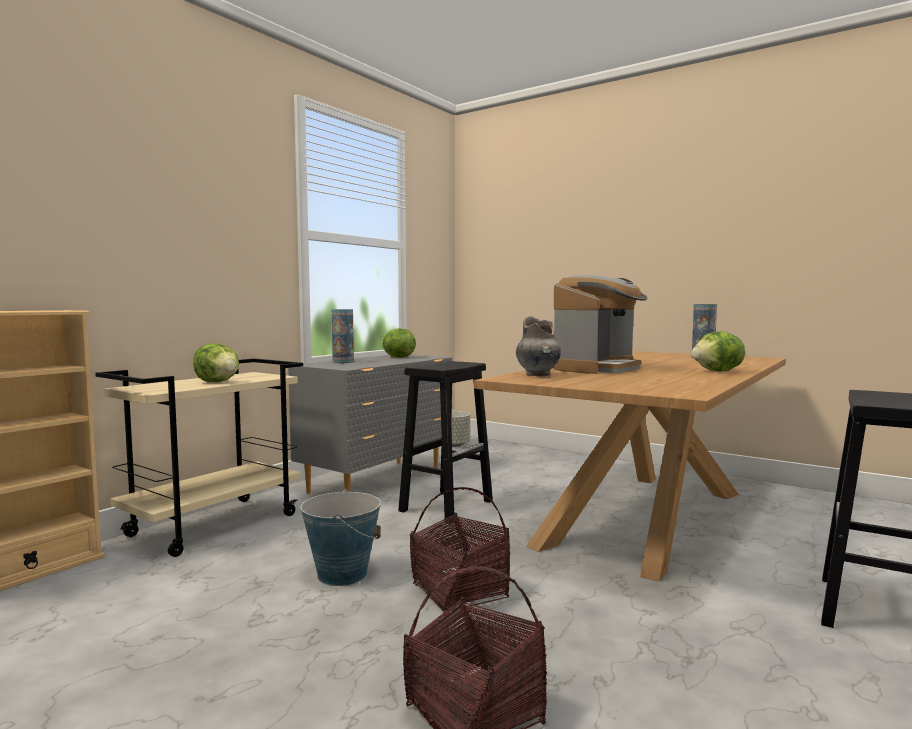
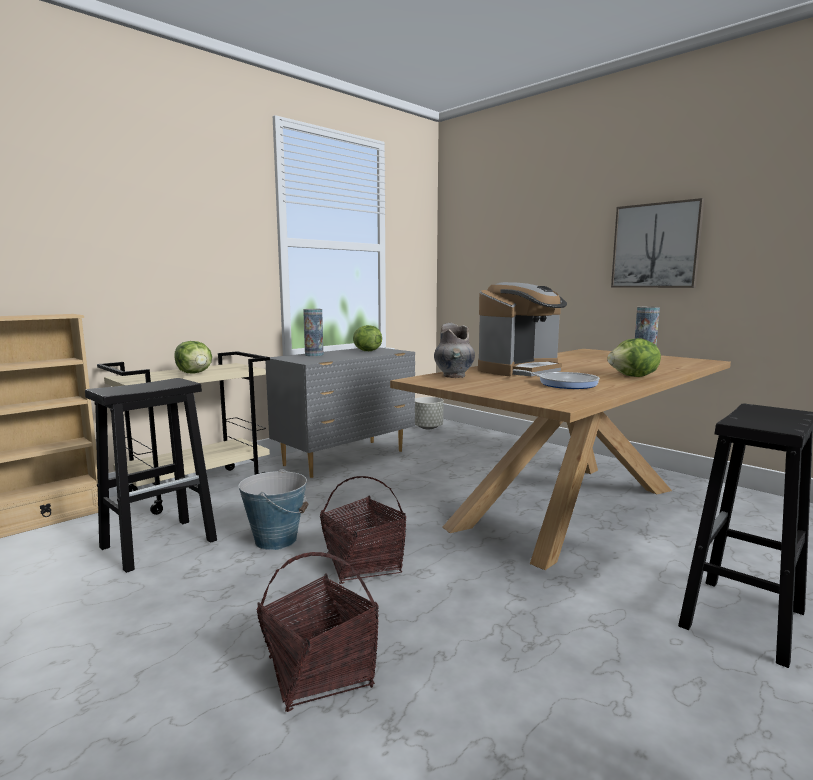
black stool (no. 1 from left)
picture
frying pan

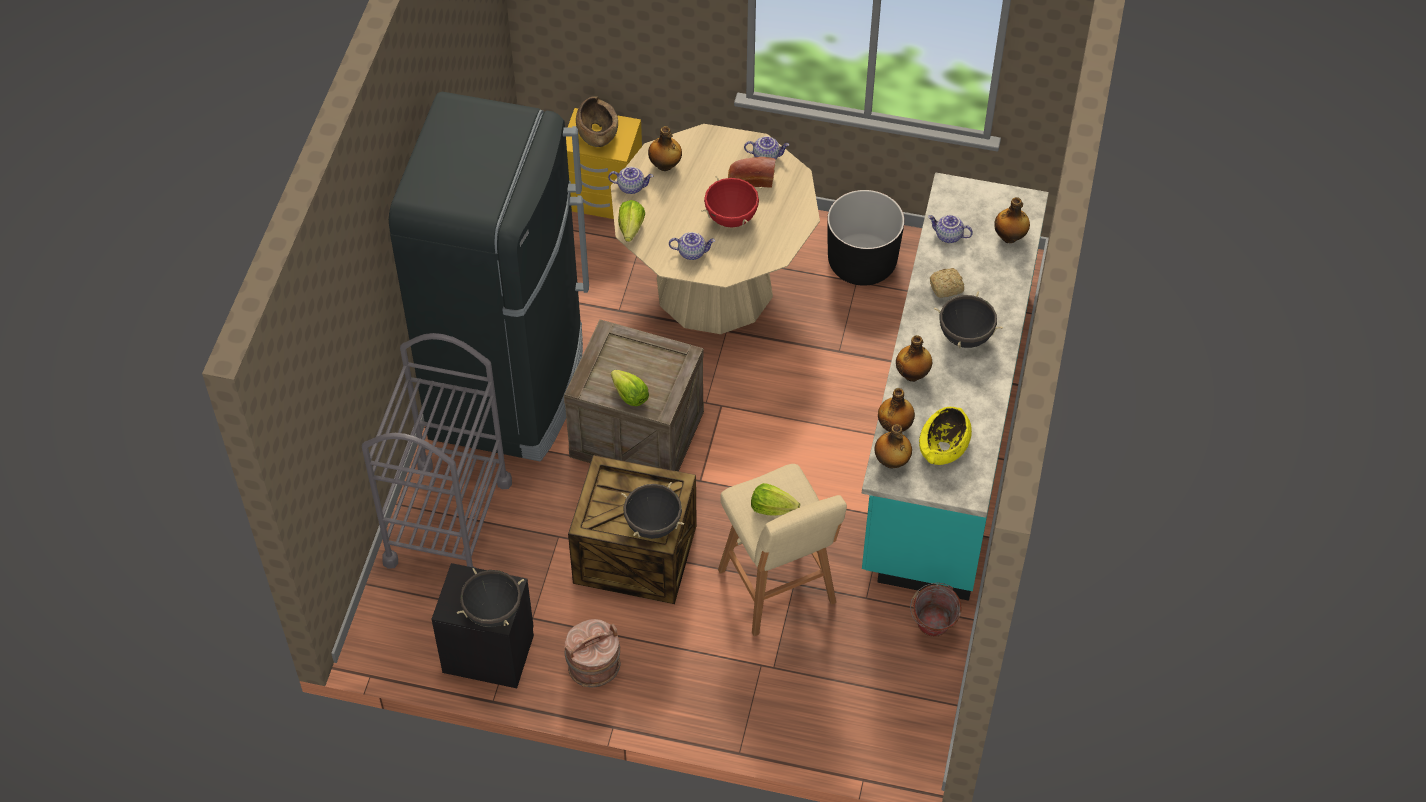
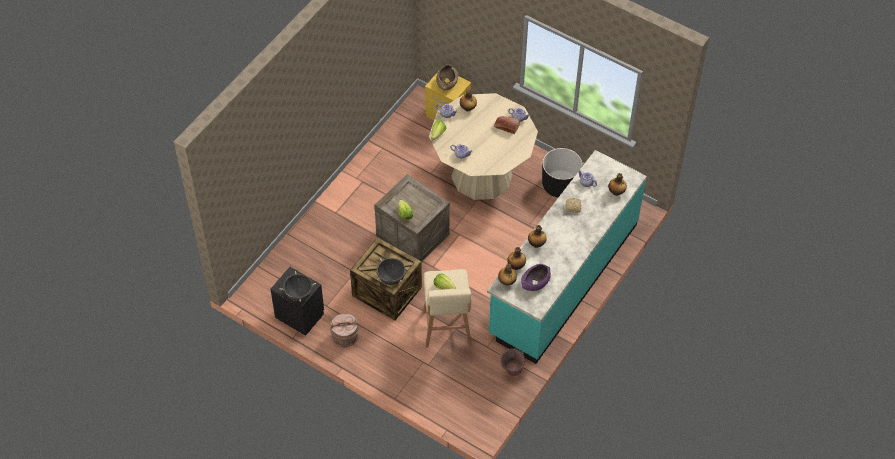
black fridge
red cooking pot
black cooking pot (no. 3 from left in the first image)
grey cart
purple bowl

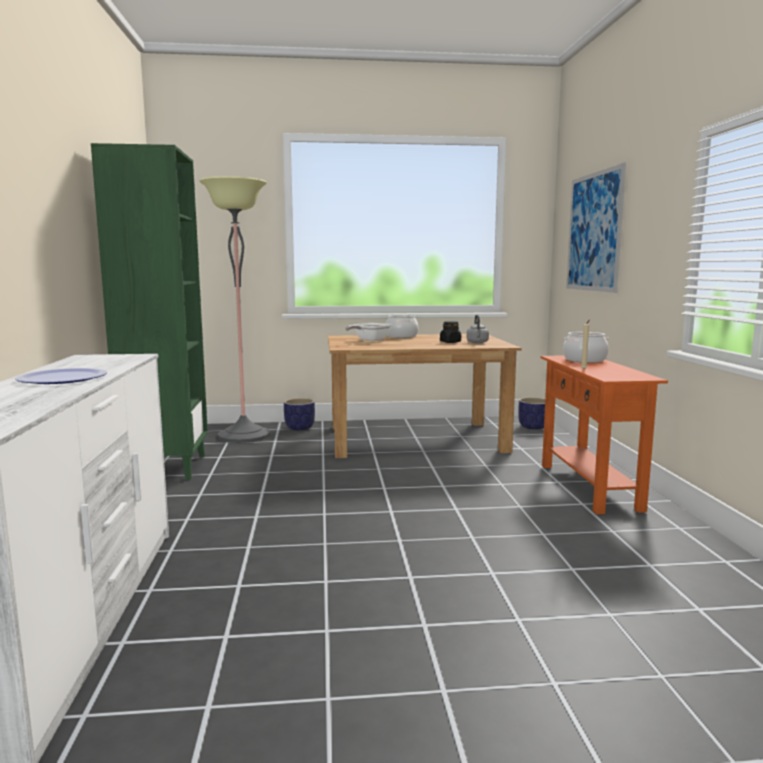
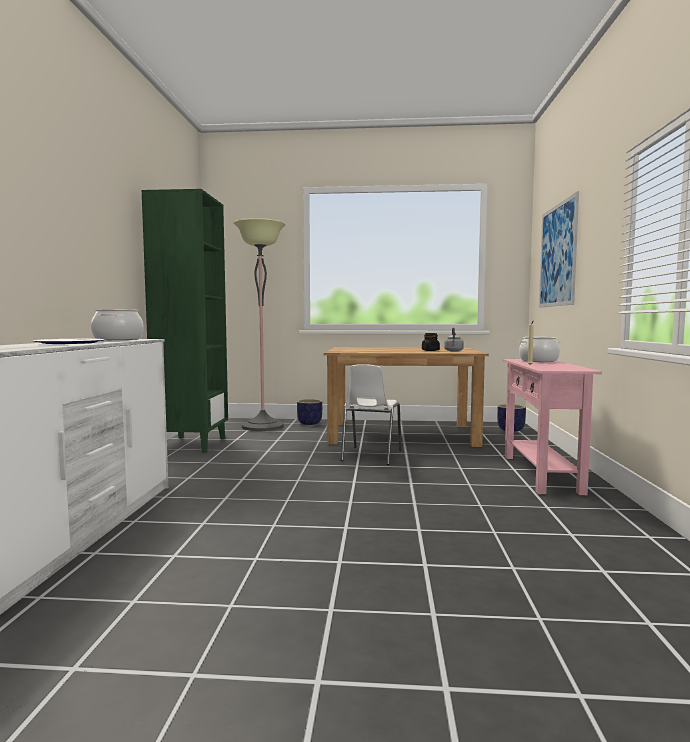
cooking pot (no. 1 from left)
frying pan
pink console table
white chair

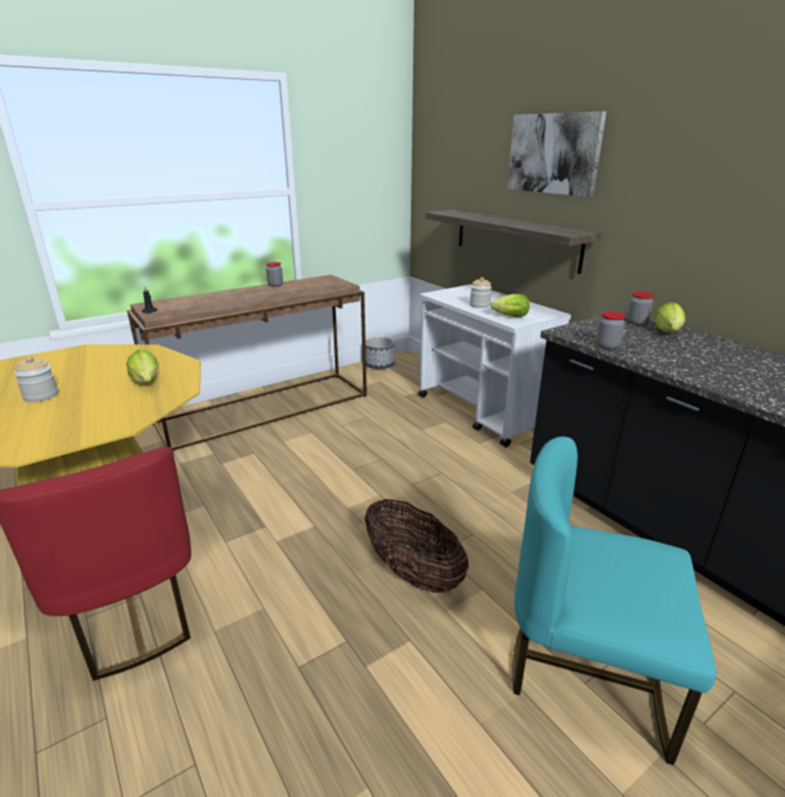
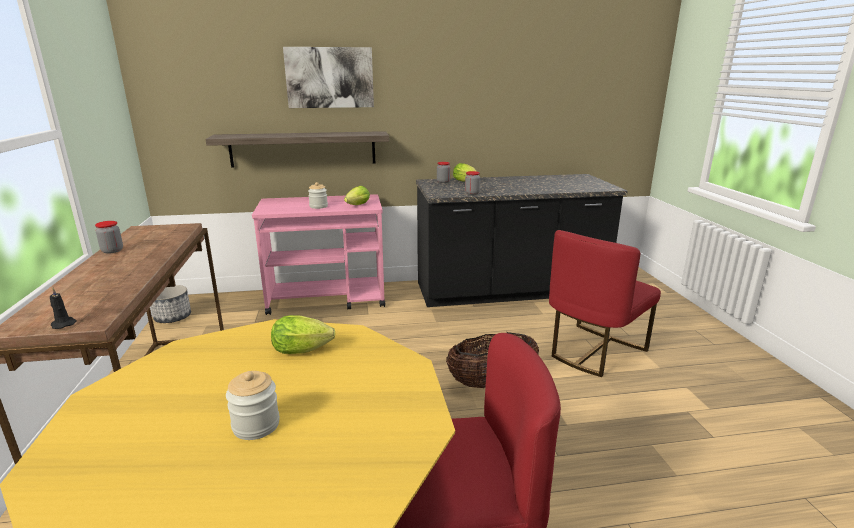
pink cart
red chair (no. 2 from left)

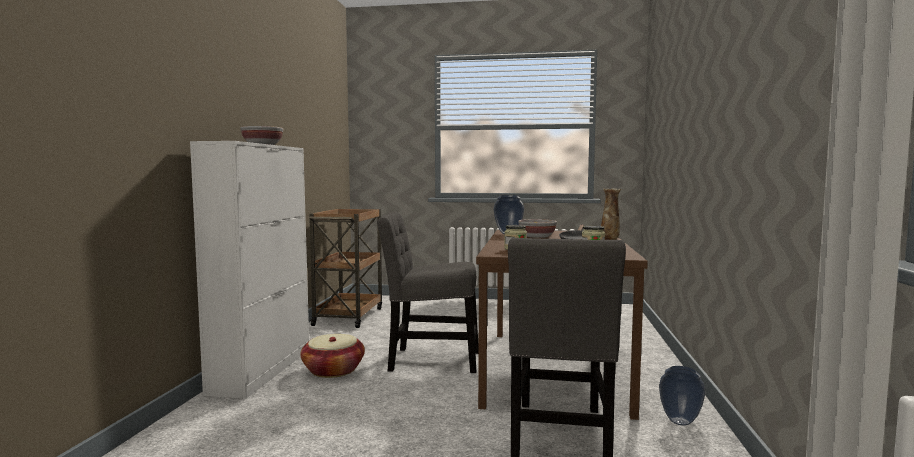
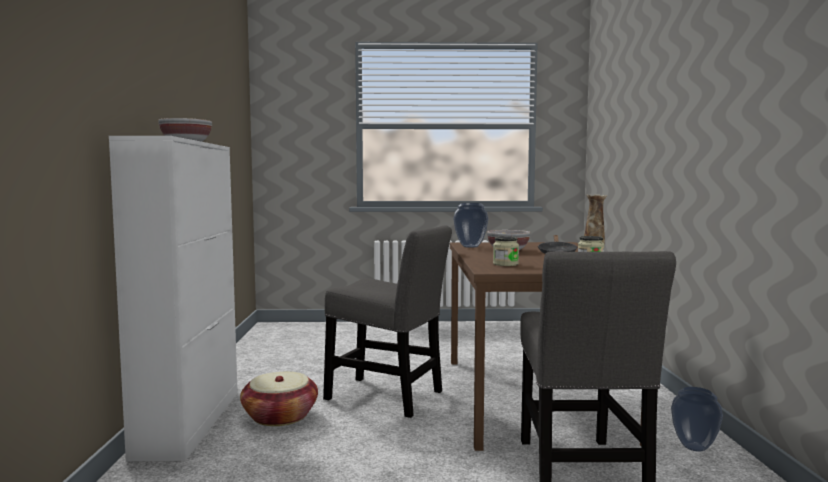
brown cart
grey chair (no. 1 from left)

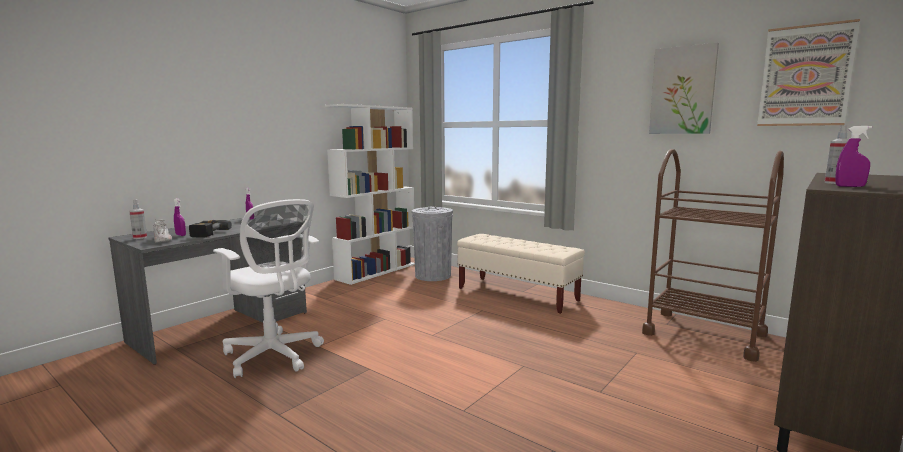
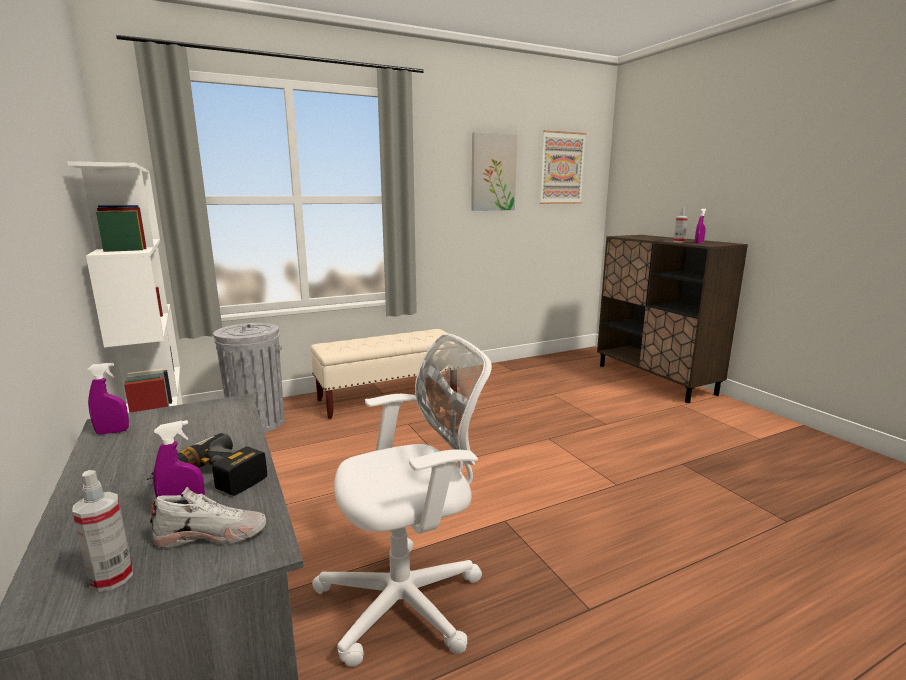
brown cart

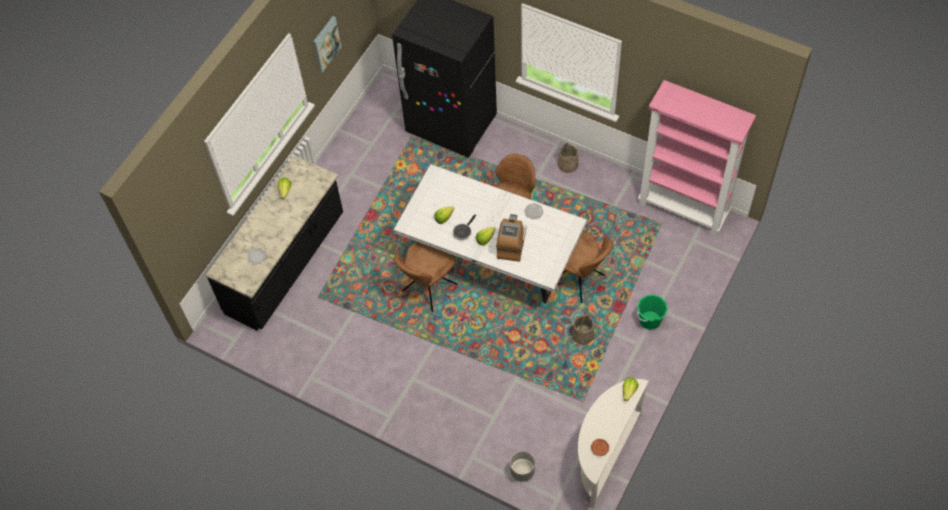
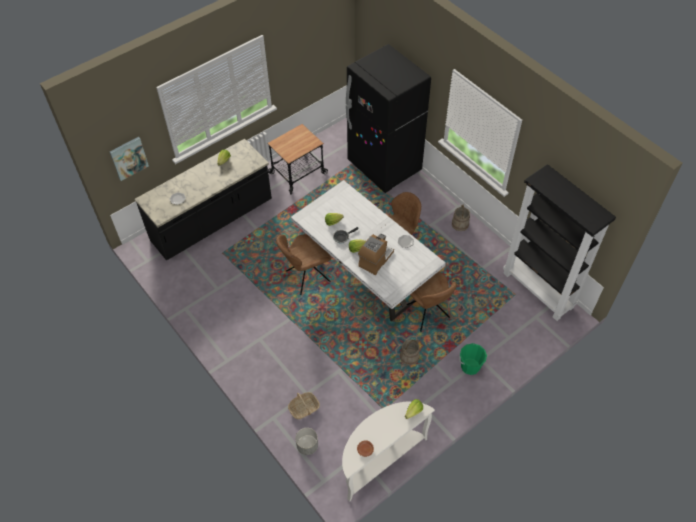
picture
black bookcase
cart
basket

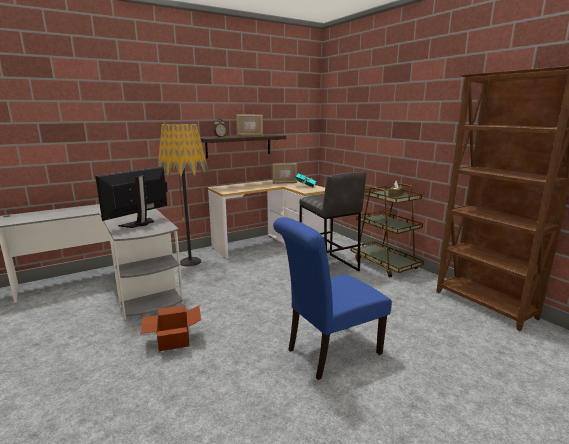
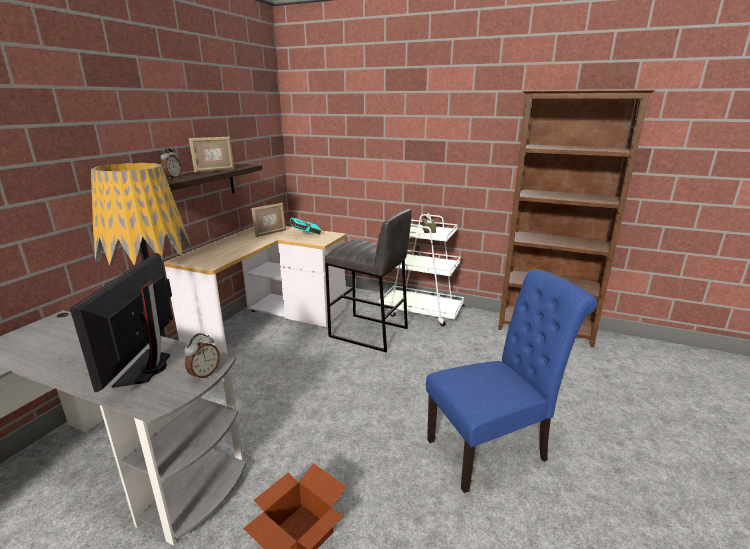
white cart
blue chair
alarm clock (no. 2 from left)

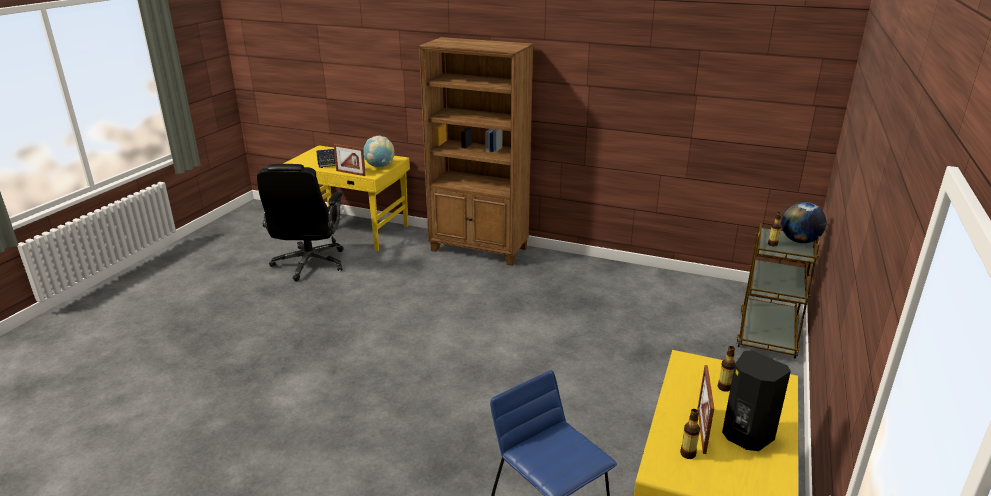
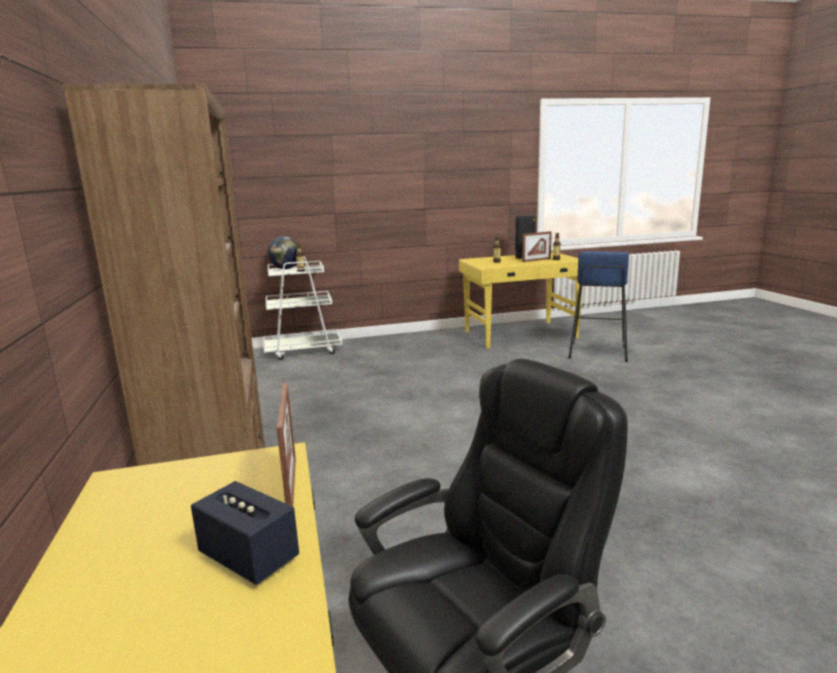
globe (no. 1 from left in the first image)
white cart

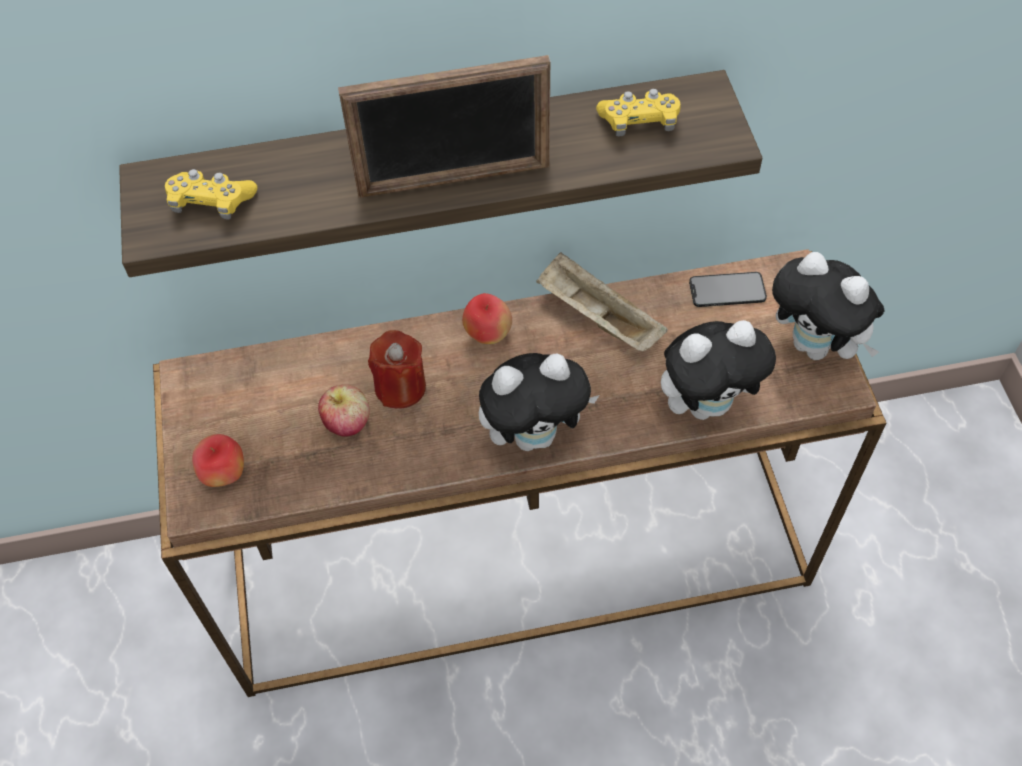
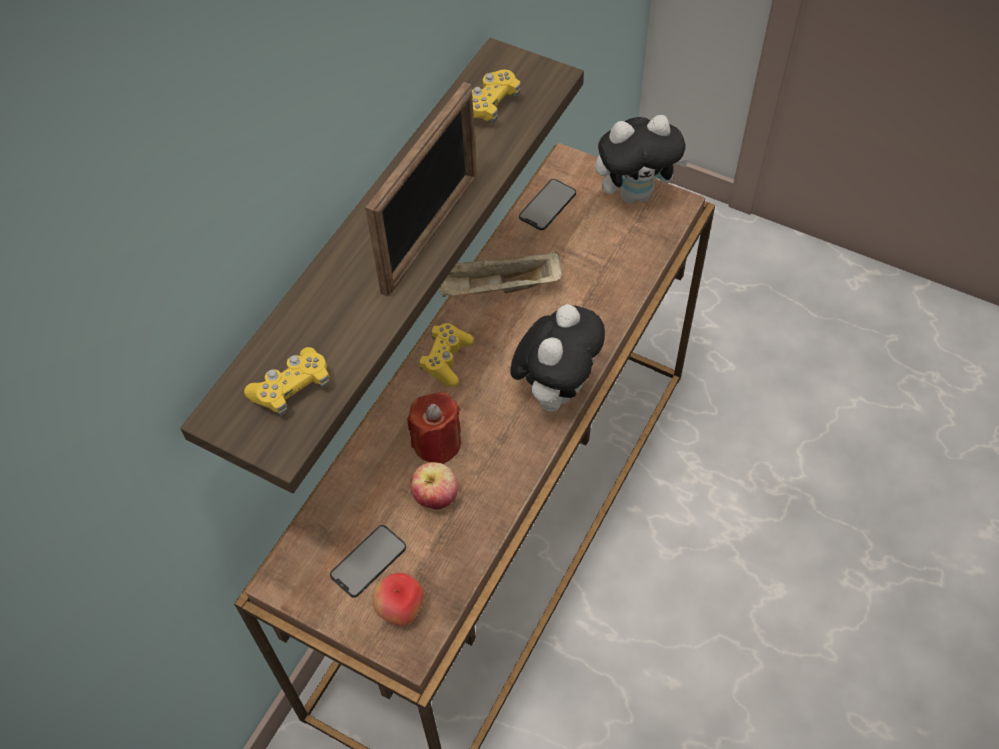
yellow game controller (no. 2 from left)
plush toy (no. 2 from left in the first image)
phone (no. 1 from left)

